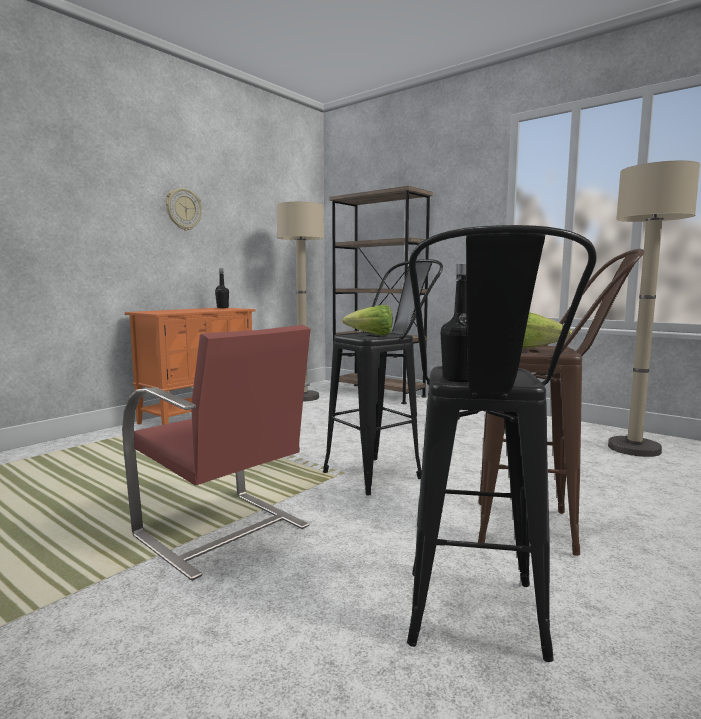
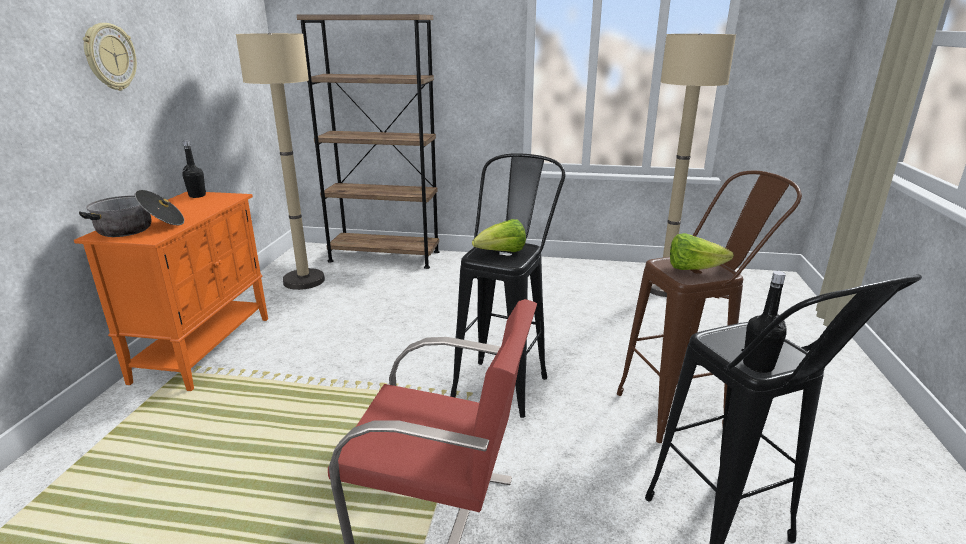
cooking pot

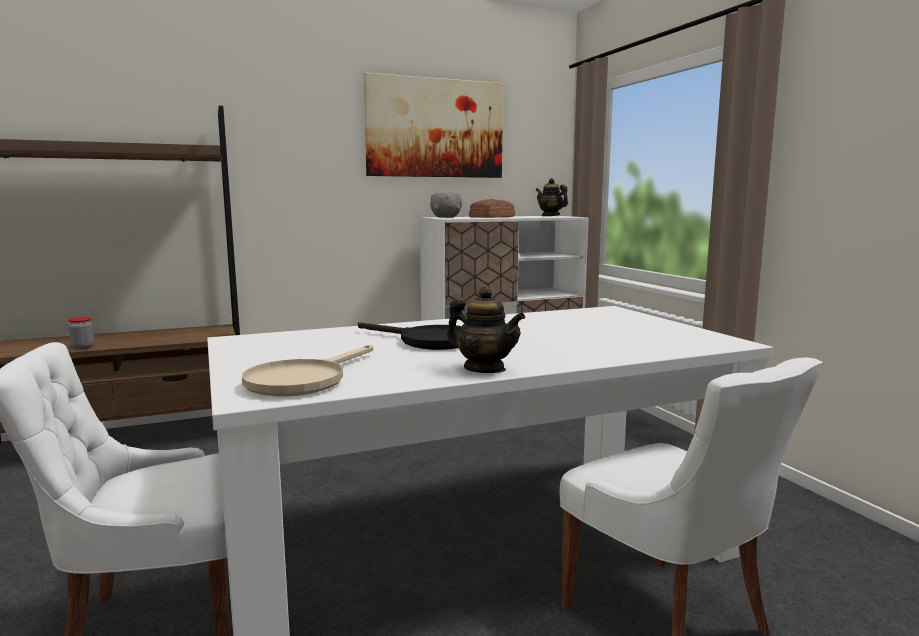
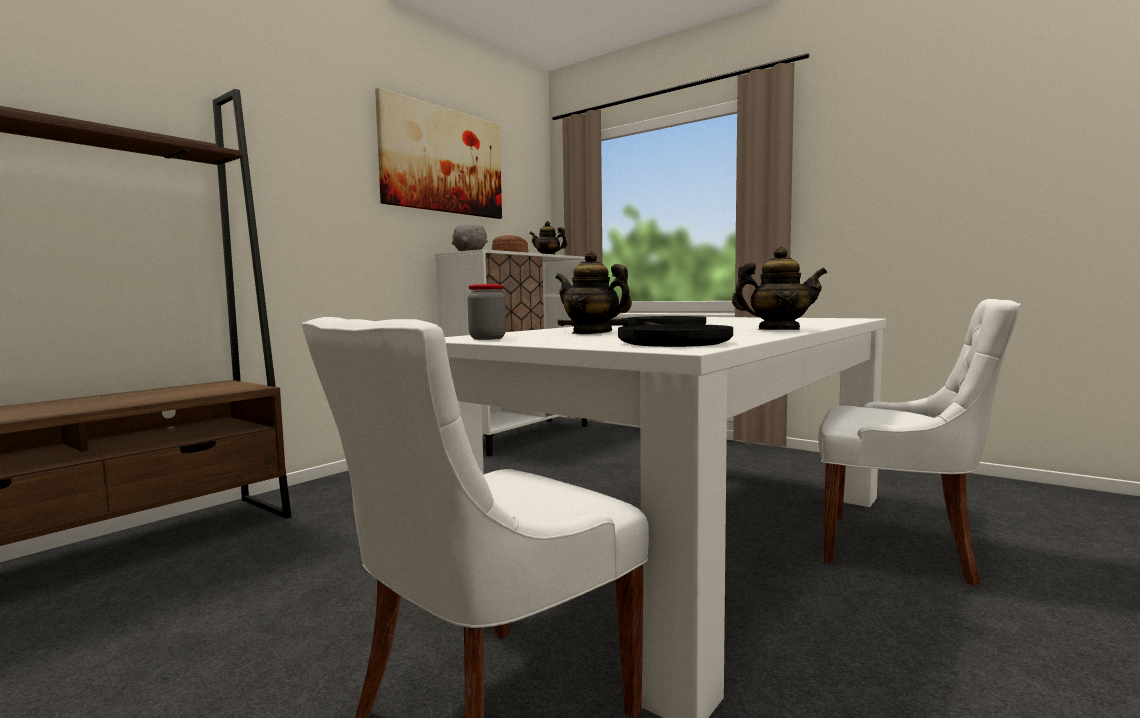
jar
black frying pan (no. 2 from left)
teapot (no. 2 from left)

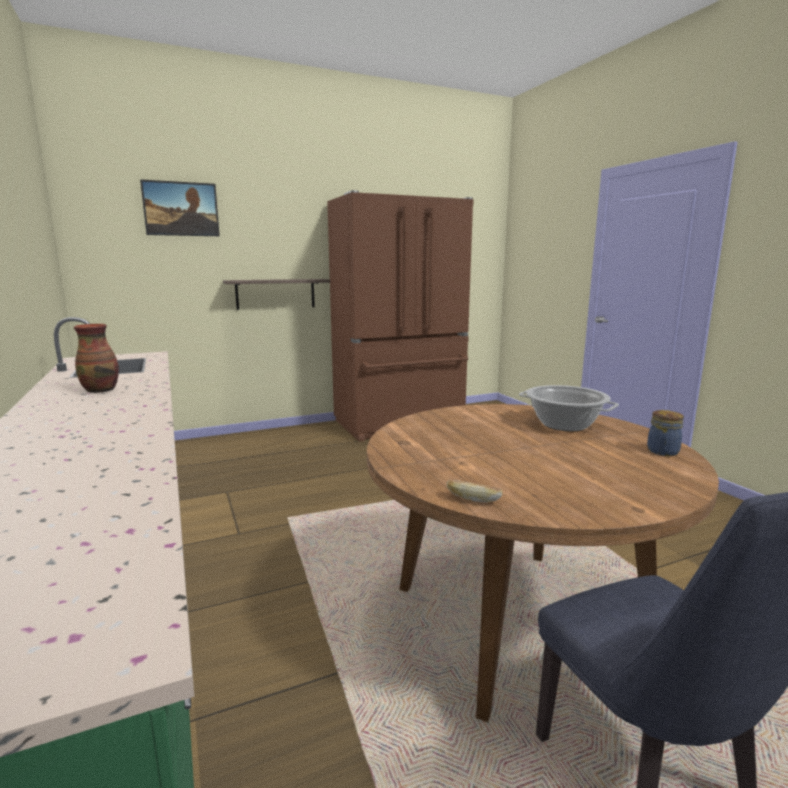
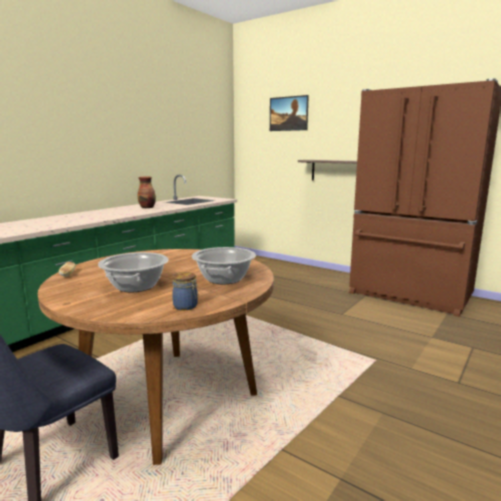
cooking pot (no. 1 from left)

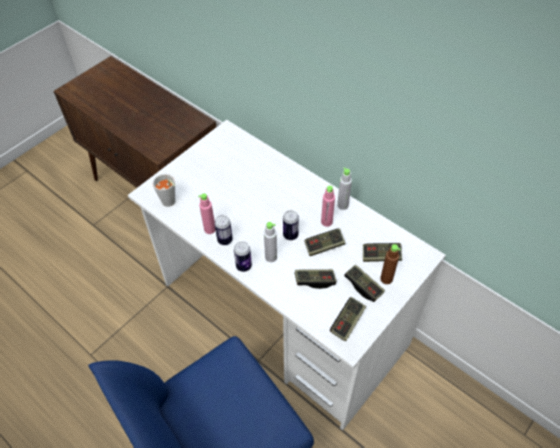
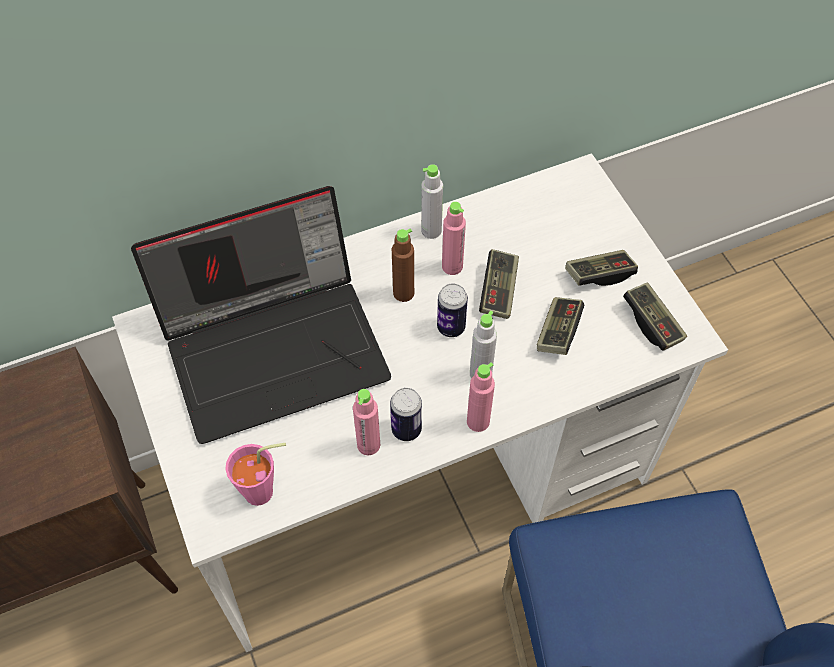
pink cup
pink bottle (no. 3 from left)
game controller (no. 5 from left in the first image)
brown bottle
laptop

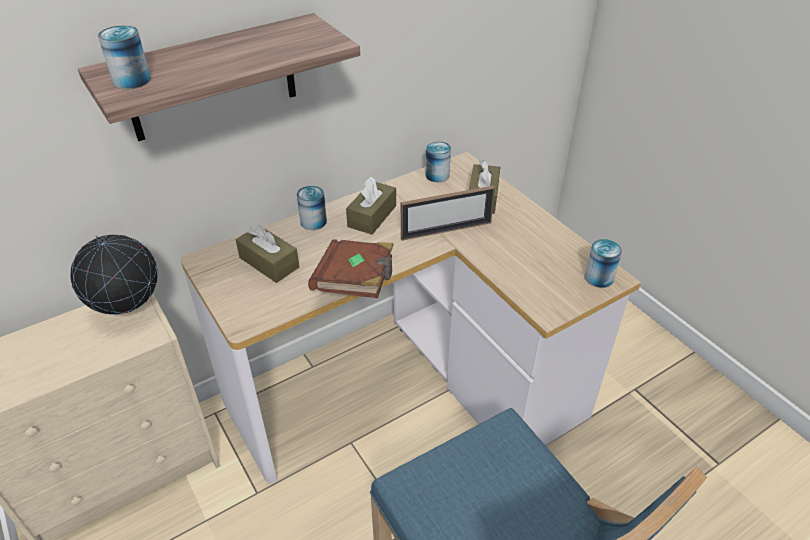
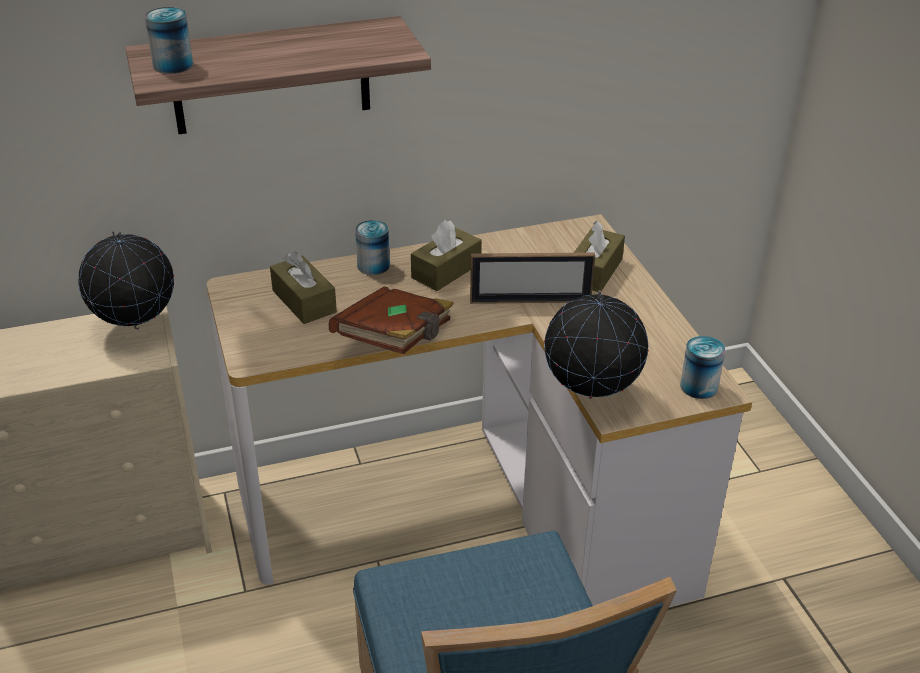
can (no. 3 from left in the first image)
globe (no. 2 from left)

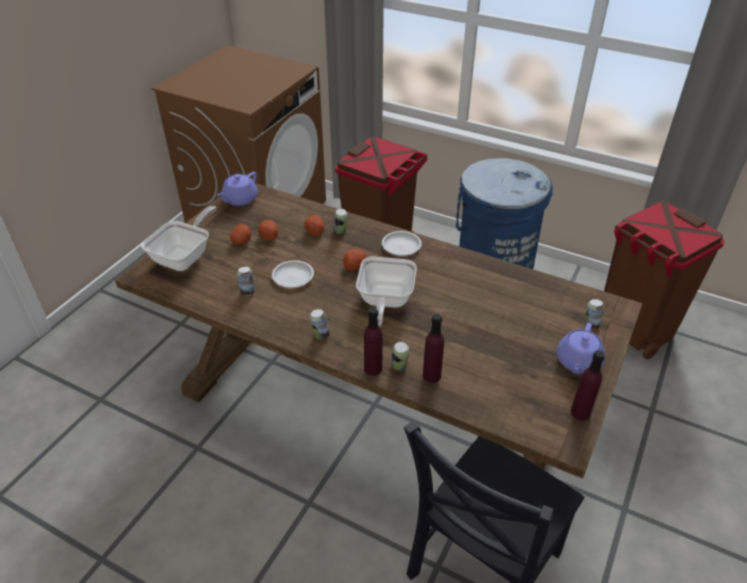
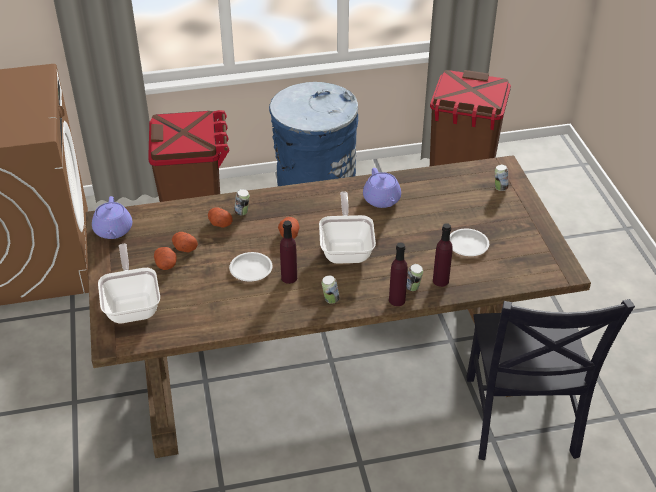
white plate (no. 2 from left)
frying pan (no. 2 from left)
can (no. 1 from left in the first image)
purple teapot (no. 2 from left)
purple bottle (no. 1 from left)

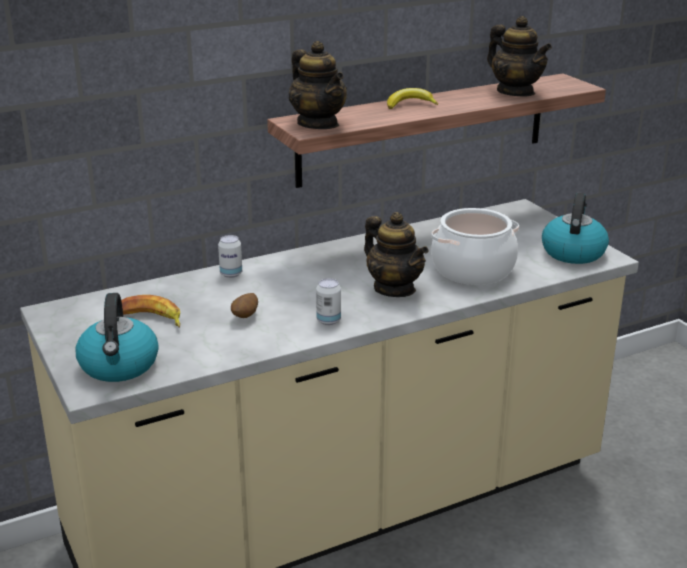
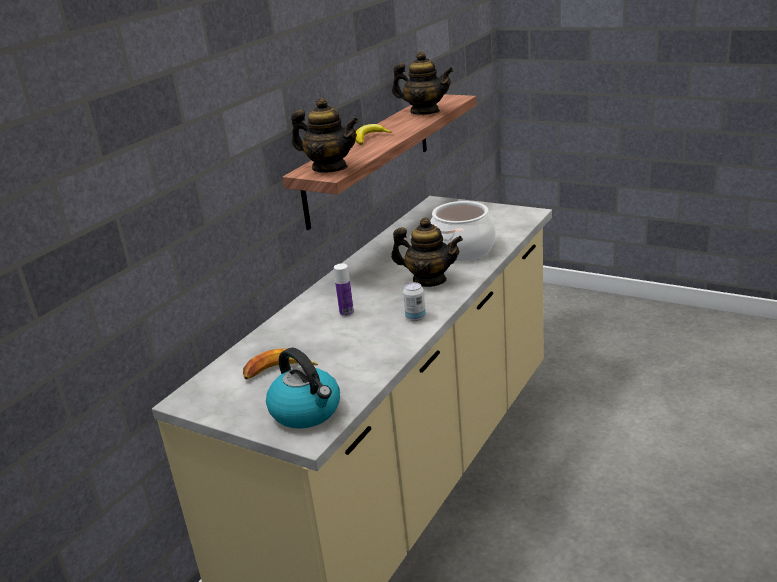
kettle (no. 2 from left in the first image)
can (no. 1 from left in the first image)
potato
bottle

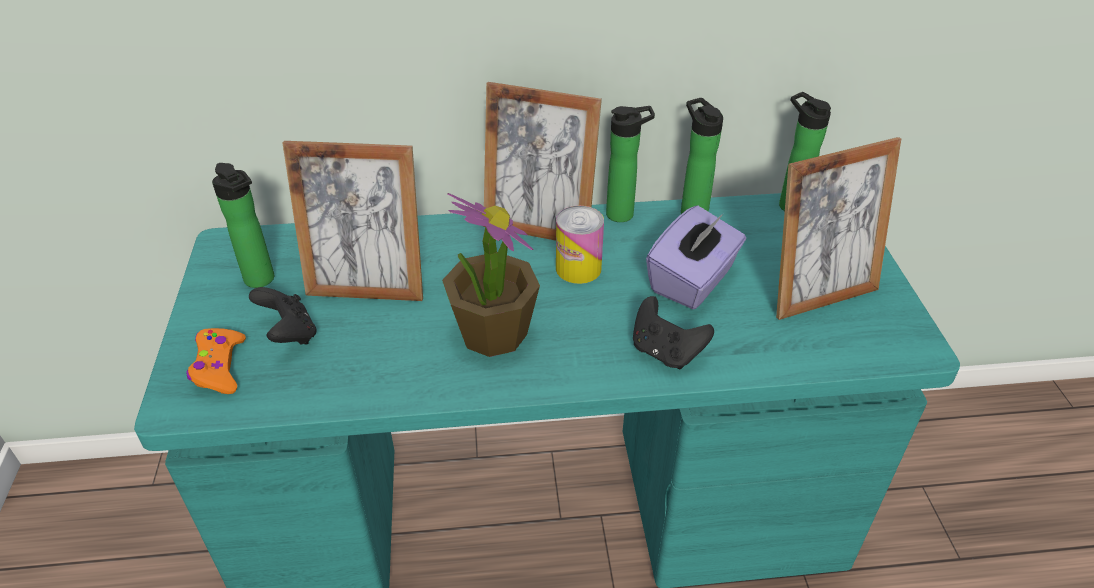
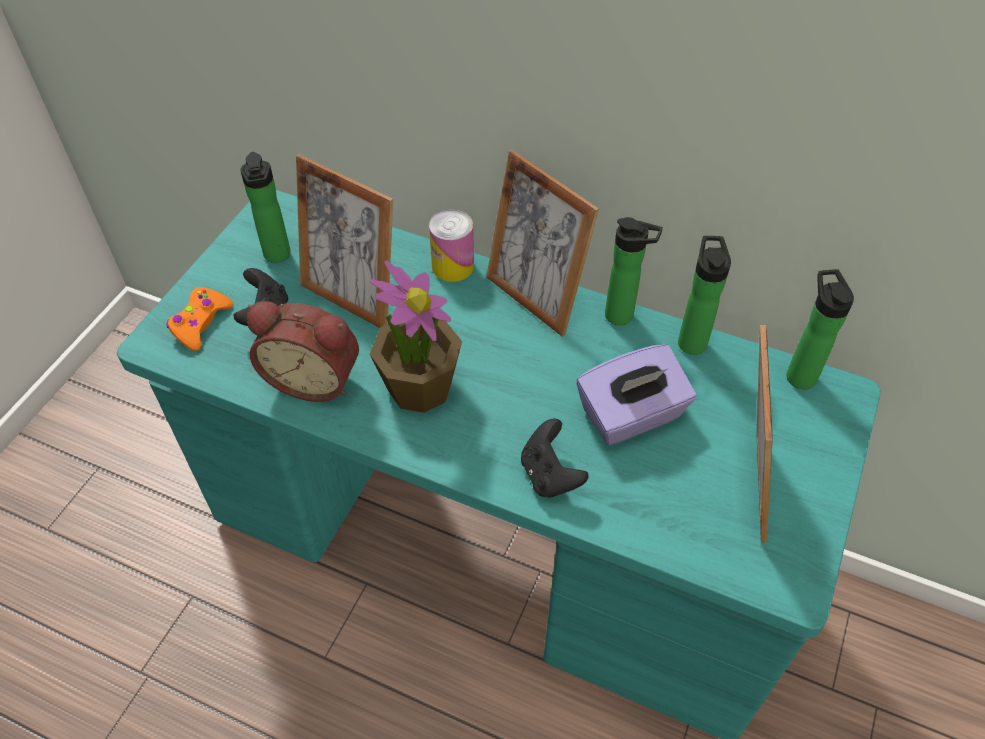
picture frame (no. 3 from left)
can
alarm clock

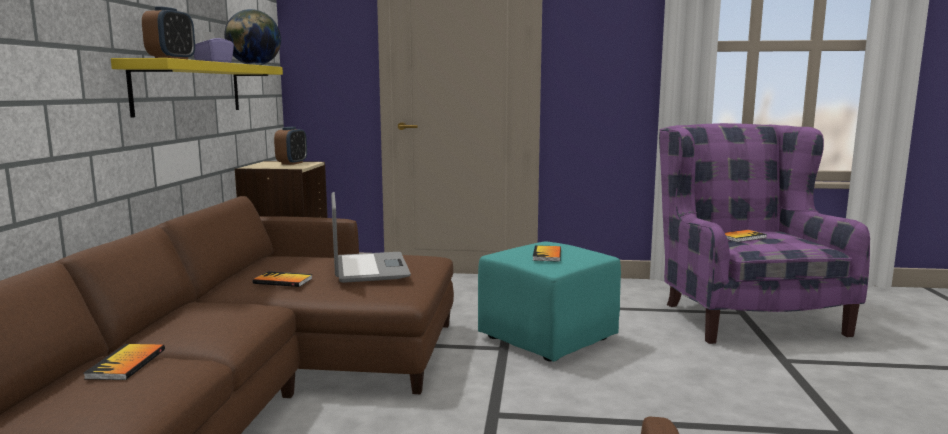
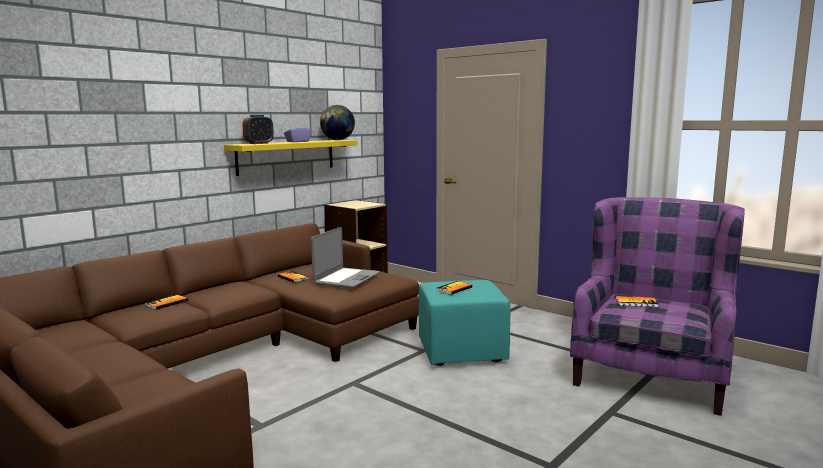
alarm clock (no. 2 from left in the first image)

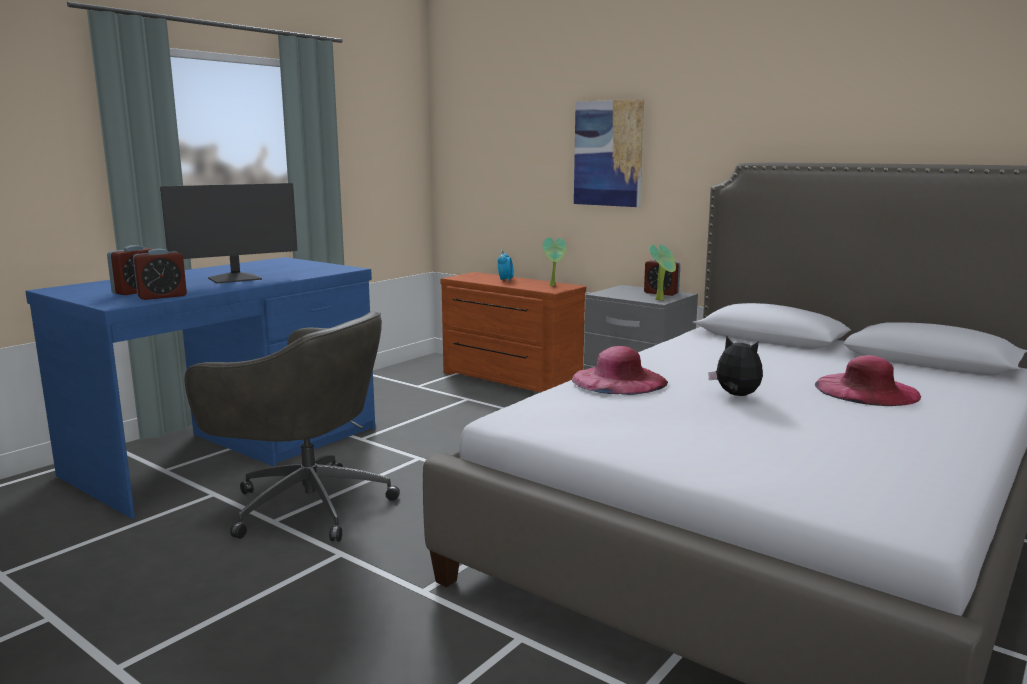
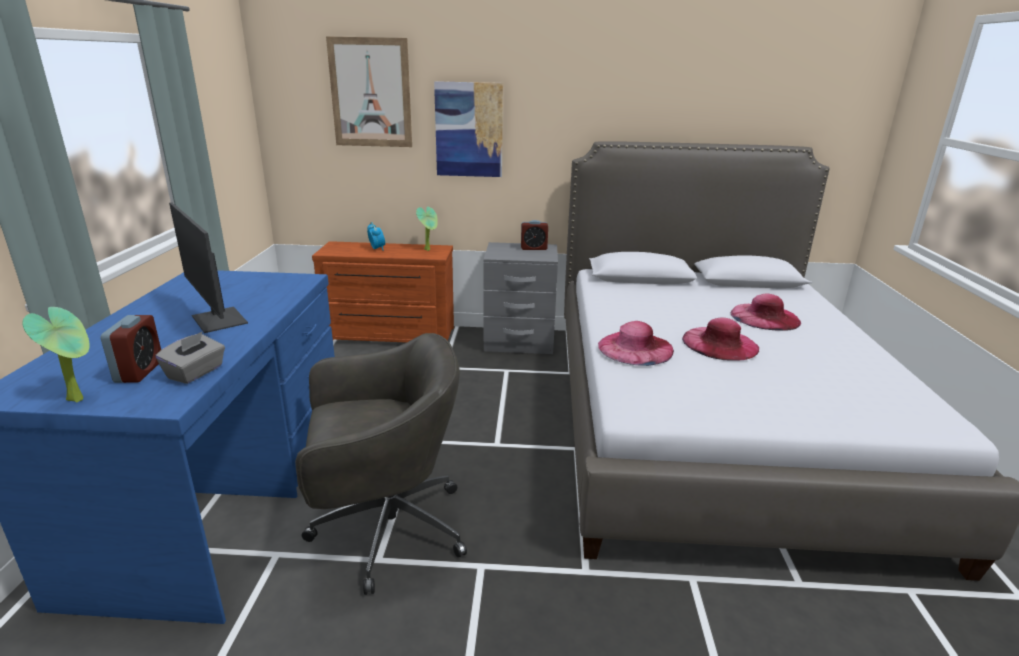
monitor
potted plant (no. 1 from left)
grey tissue box
pink hat (no. 2 from left)
picture (no. 1 from left)

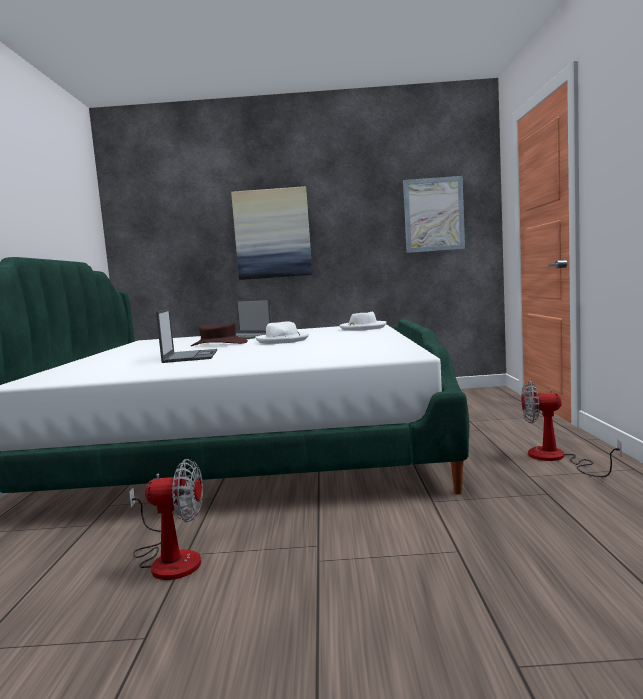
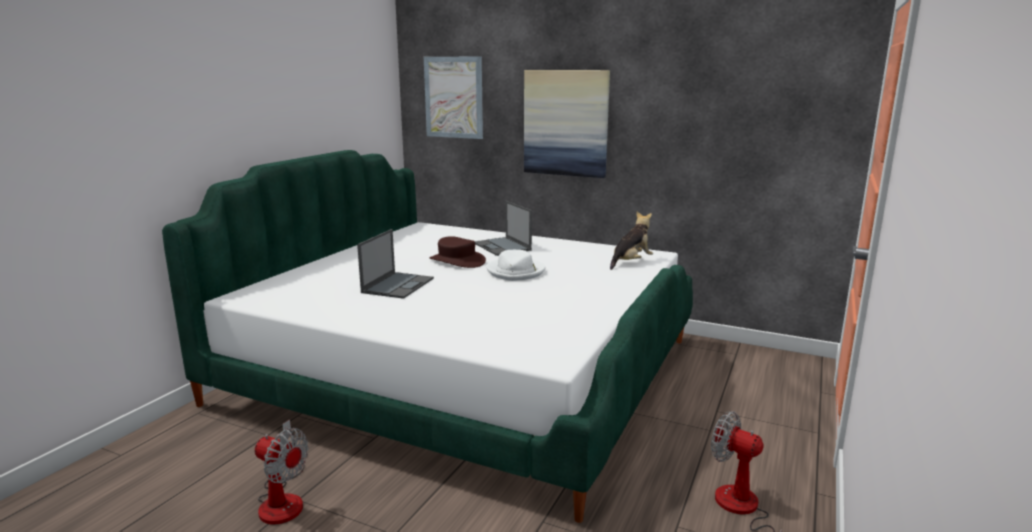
picture (no. 1 from left)
plush toy

